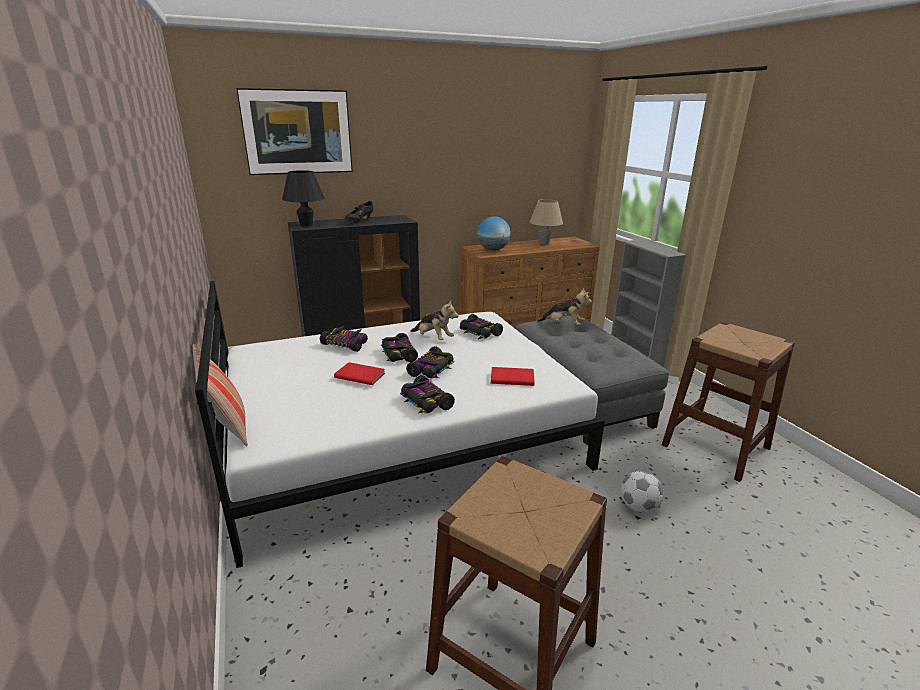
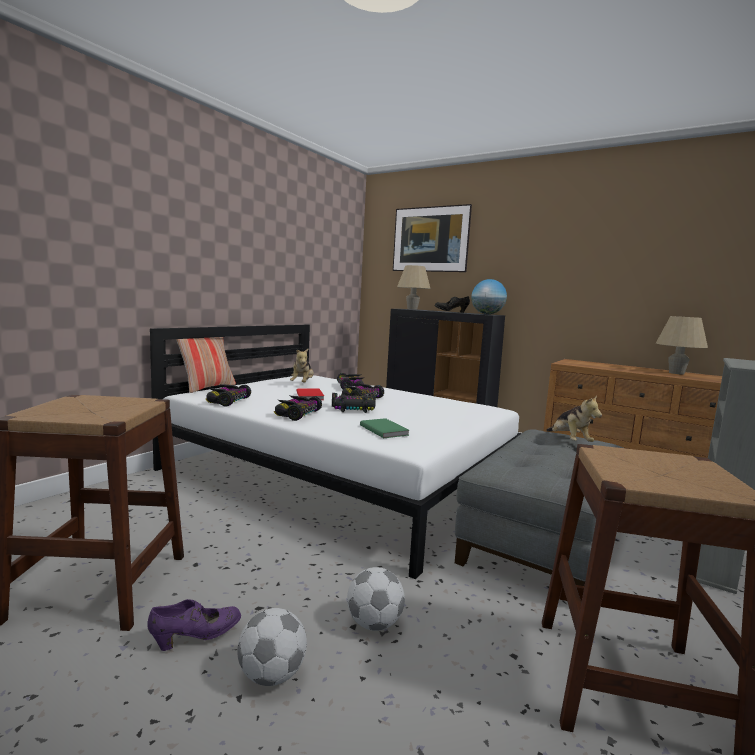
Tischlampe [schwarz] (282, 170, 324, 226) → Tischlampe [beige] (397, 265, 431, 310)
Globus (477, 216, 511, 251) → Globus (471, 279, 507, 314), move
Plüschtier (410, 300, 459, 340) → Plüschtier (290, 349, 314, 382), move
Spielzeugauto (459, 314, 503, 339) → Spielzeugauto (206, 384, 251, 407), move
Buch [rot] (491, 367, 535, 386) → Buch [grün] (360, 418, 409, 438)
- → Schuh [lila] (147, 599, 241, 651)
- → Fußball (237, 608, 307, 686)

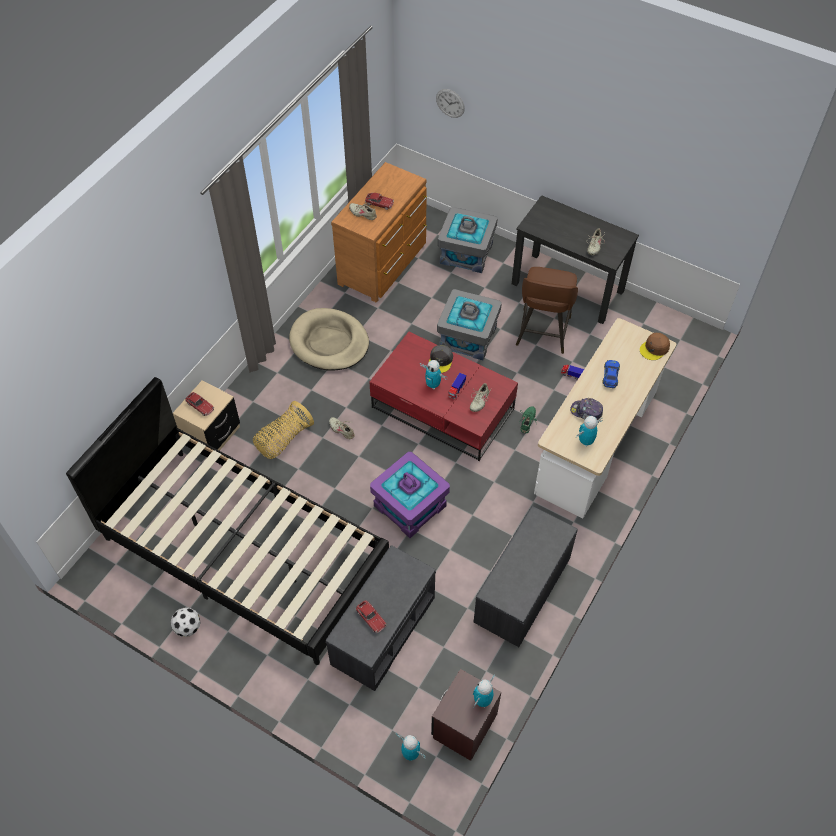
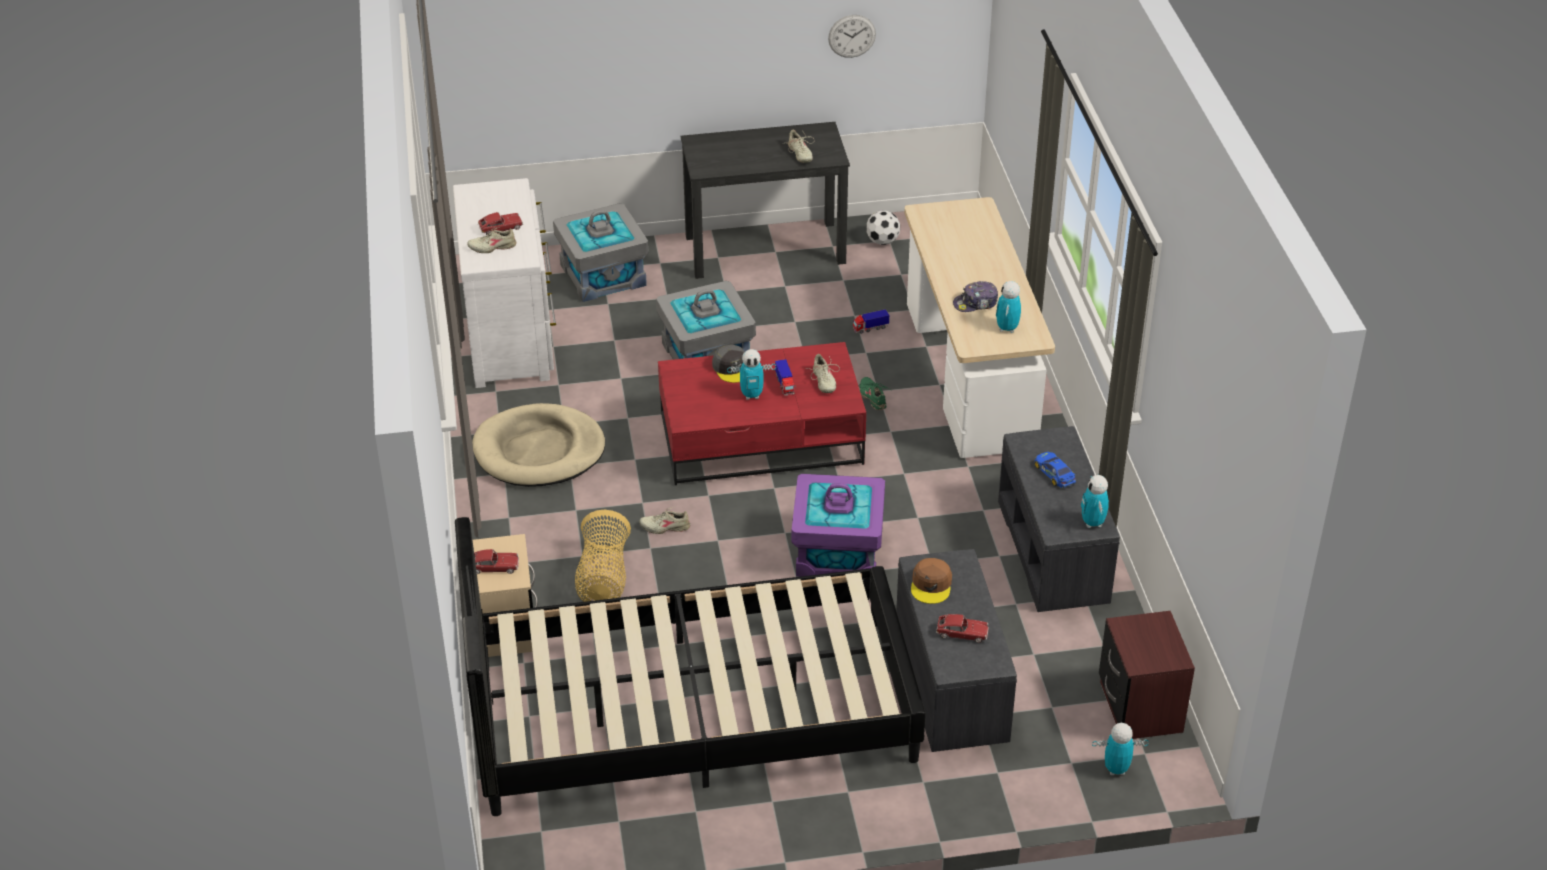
Wanduhr (436, 89, 465, 118) → Wanduhr (828, 15, 876, 58), move
Kommode [braun] (331, 162, 427, 303) → Kommode [weiß] (453, 178, 556, 388)
Hocker [braun] (516, 267, 578, 354) → -
Kappe [braun] (640, 333, 670, 360) → Kappe [braun] (911, 558, 952, 604), move
Spielzeugauto (603, 360, 620, 388) → Spielzeugauto (1034, 452, 1076, 488), move
Fußball (171, 607, 200, 637) → Fußball (866, 210, 900, 245), move
Spielzeugroboter (473, 674, 495, 708) → Spielzeugroboter (1081, 475, 1109, 528), move

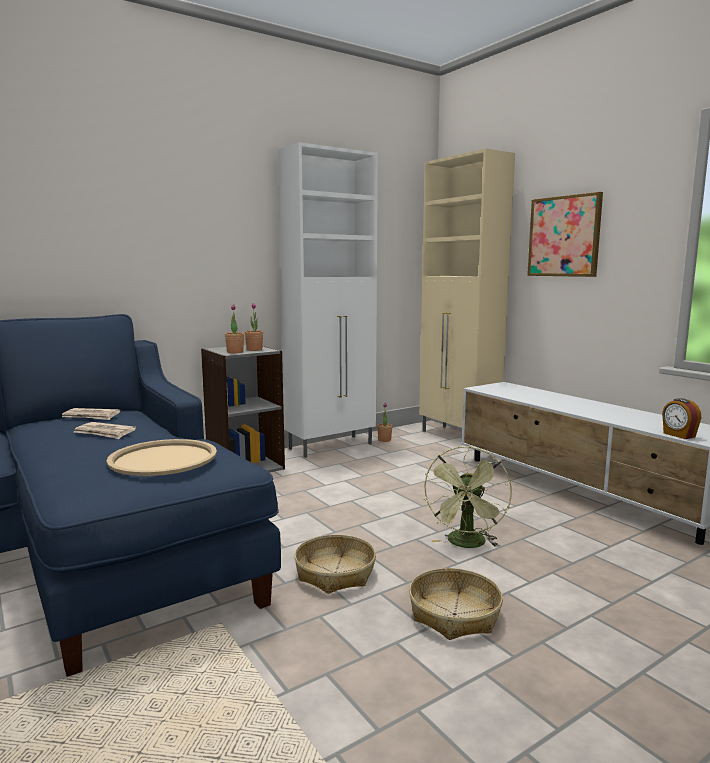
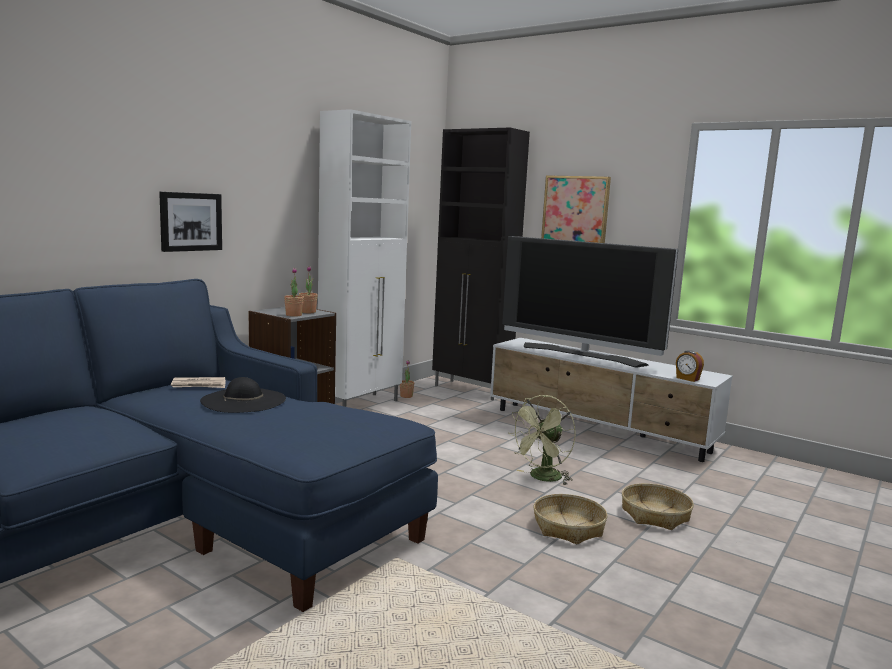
Schrank [beige] (419, 148, 515, 432) → Schrank [schwarz] (432, 128, 530, 400)
Zeitung (74, 422, 136, 439) → Hut [schwarz] (200, 377, 286, 413)
Tablett [beige] (106, 439, 217, 476) → -
Ventilator [grün] (424, 446, 512, 548) → Ventilator [grün] (508, 395, 576, 485), 45 degrees clockwise
Korb (294, 535, 376, 594) → Korb (622, 483, 694, 530), move
- → Bild (159, 192, 222, 252)
- → Fernseher (502, 236, 678, 367)

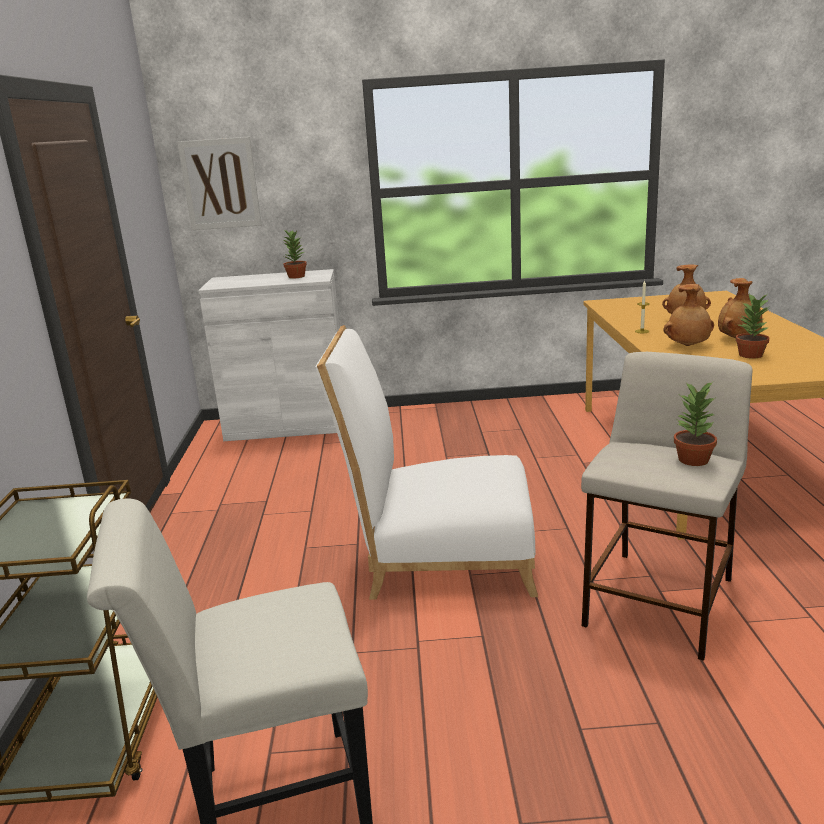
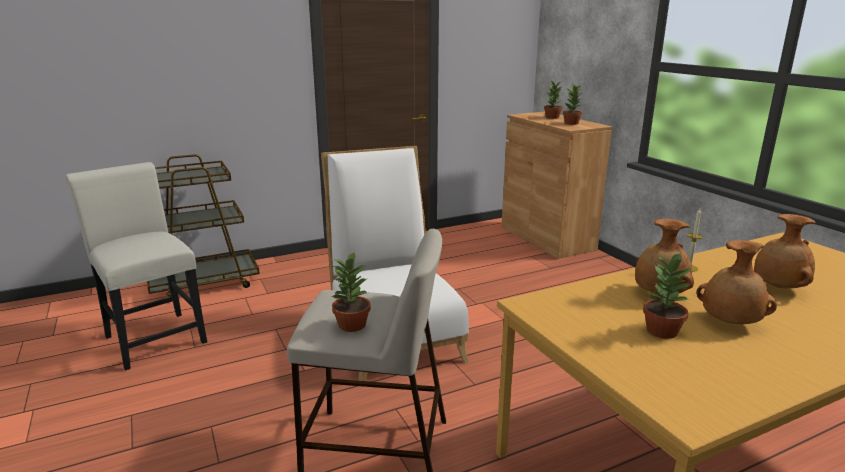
Bild (177, 137, 261, 230) → -
Schrank [weiß] (198, 269, 340, 441) → Schrank [braun] (501, 112, 612, 259)
- → Topfpflanze (544, 81, 562, 119)

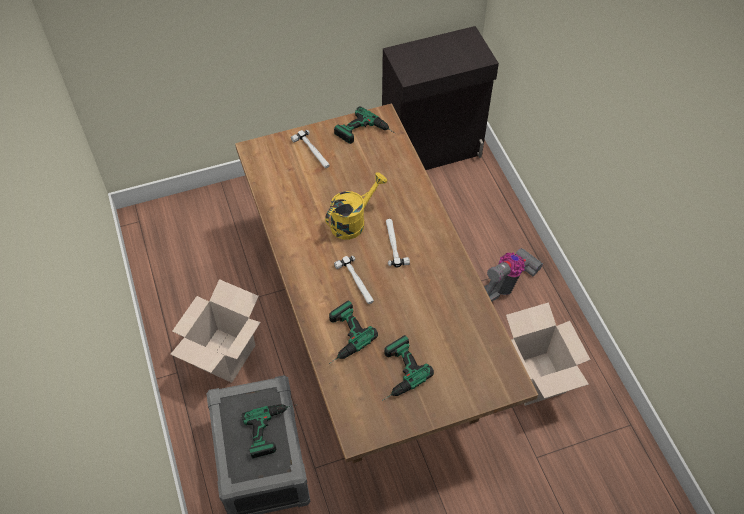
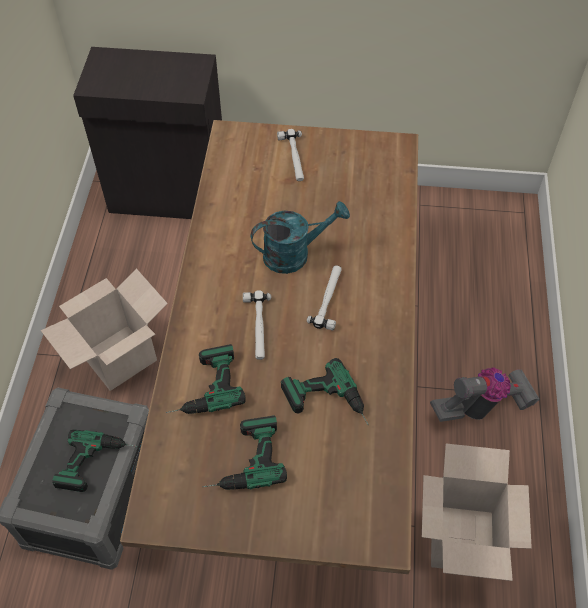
Schrank [schwarz] (382, 26, 499, 170) → Schrank [schwarz] (73, 47, 222, 219), move
Bohrmaschine (334, 106, 396, 144) → Bohrmaschine (281, 358, 368, 424), move
Gießkanne [gelb] (325, 172, 387, 240) → Gießkanne [türkis] (251, 201, 350, 274)

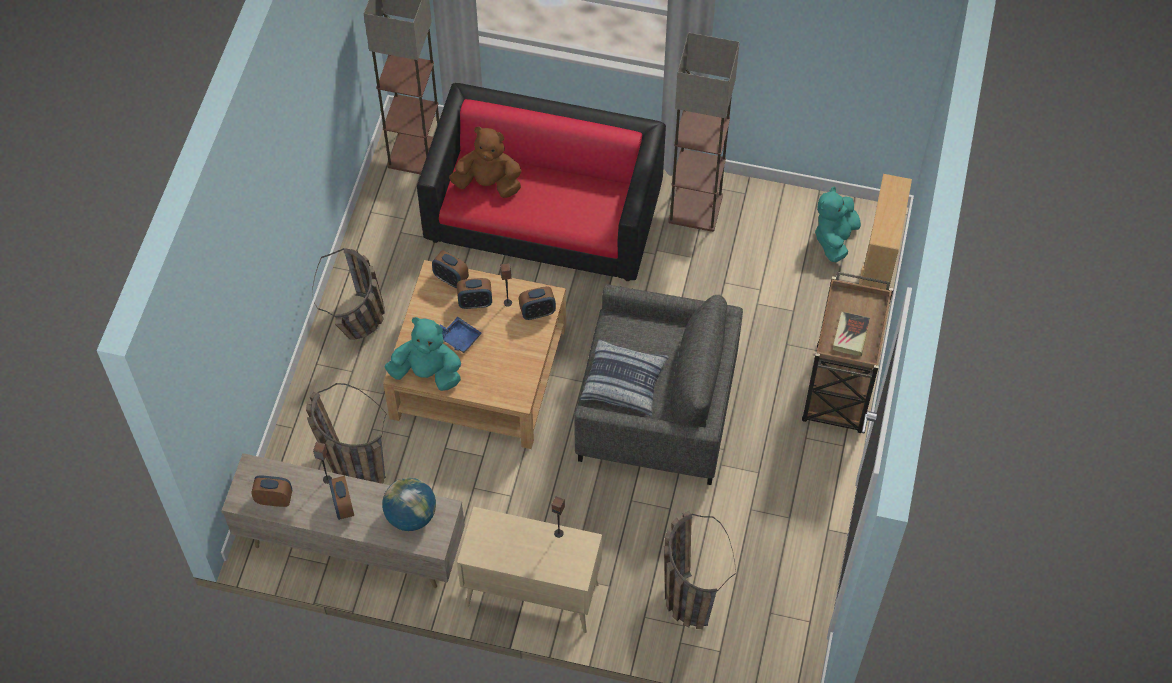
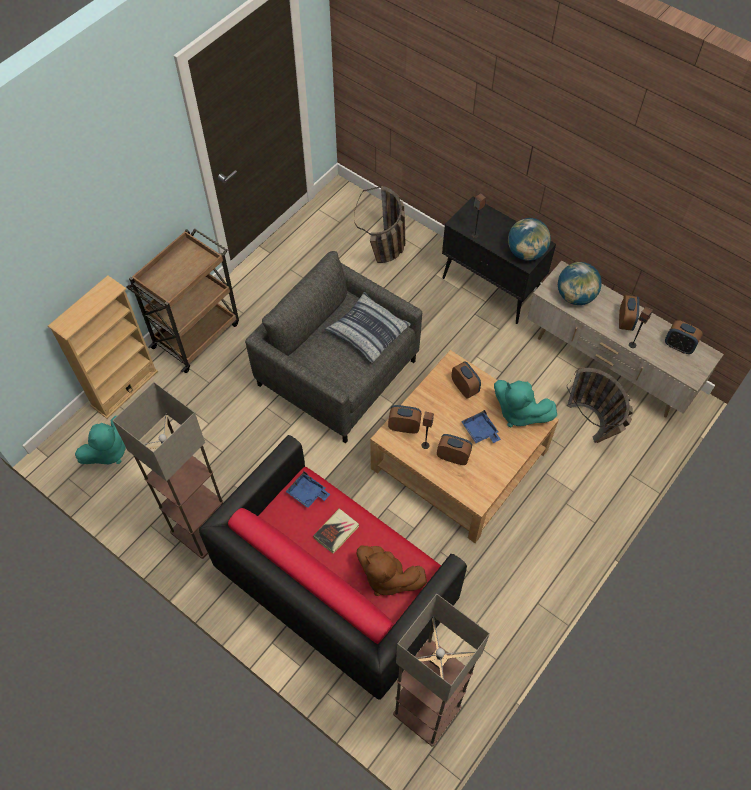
Korb (312, 248, 385, 340) → -
Wecker (432, 251, 469, 288) → Wecker (452, 361, 481, 399), move
Buch (833, 312, 870, 356) → Buch (313, 508, 359, 554), move
Schrank [beige] (457, 507, 602, 633) → Schrank [schwarz] (442, 196, 556, 324)
- → Globus (508, 218, 551, 261)
- → Tablett [blau] (285, 471, 330, 508)

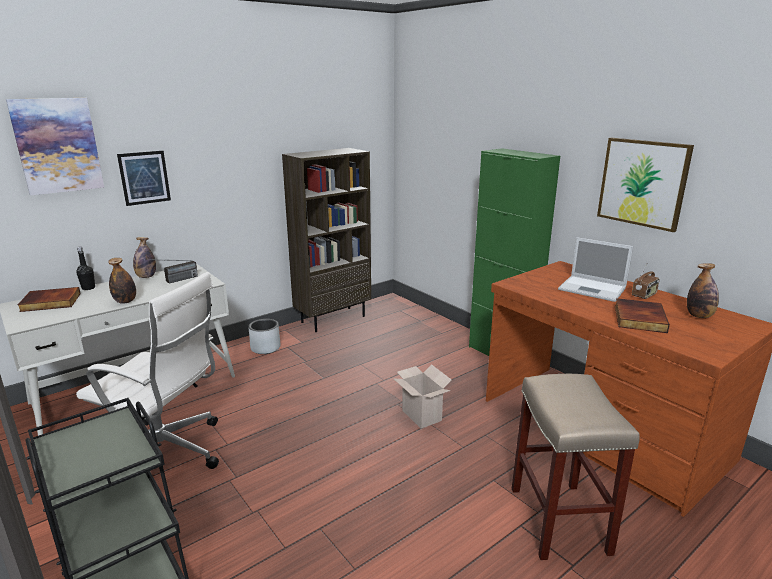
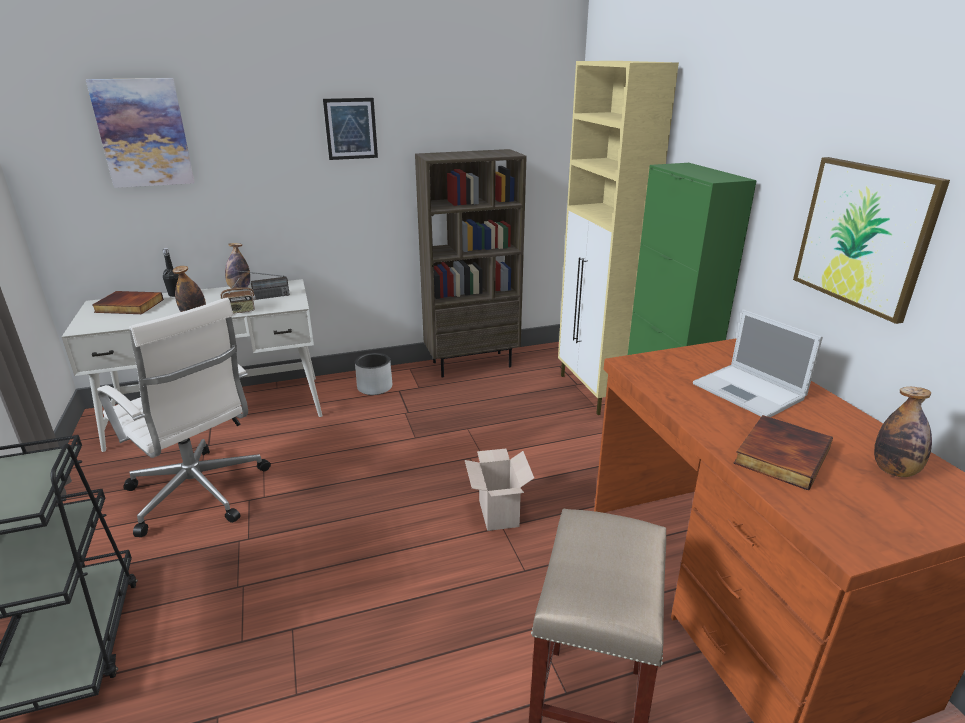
Bild (117, 151, 171, 206) → Bild (323, 98, 378, 160), move
Radio (632, 262, 660, 299) → Radio (220, 277, 256, 314), move
- → Schrank [beige] (558, 61, 679, 415)

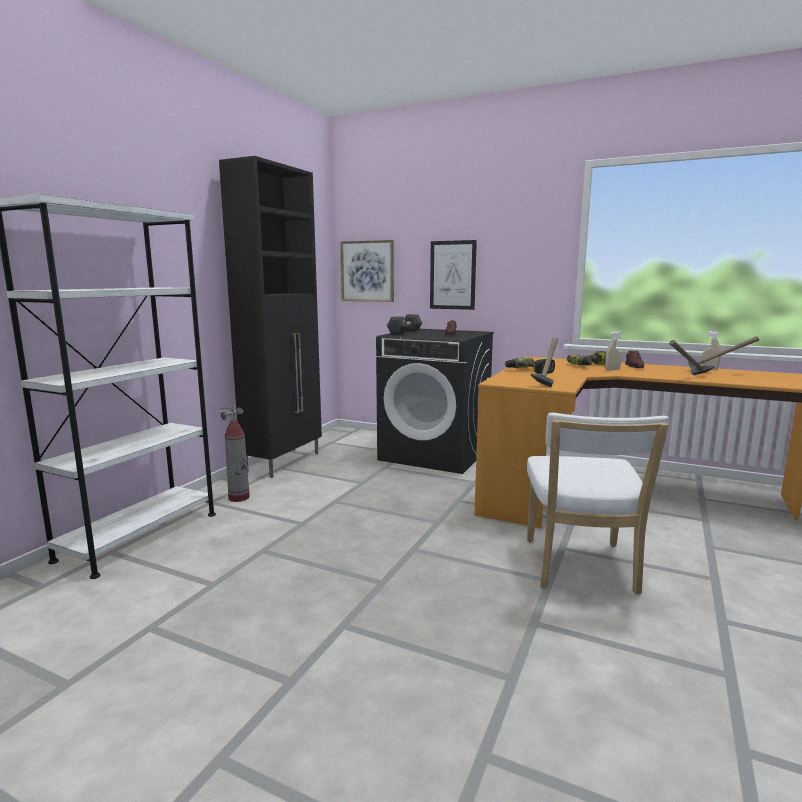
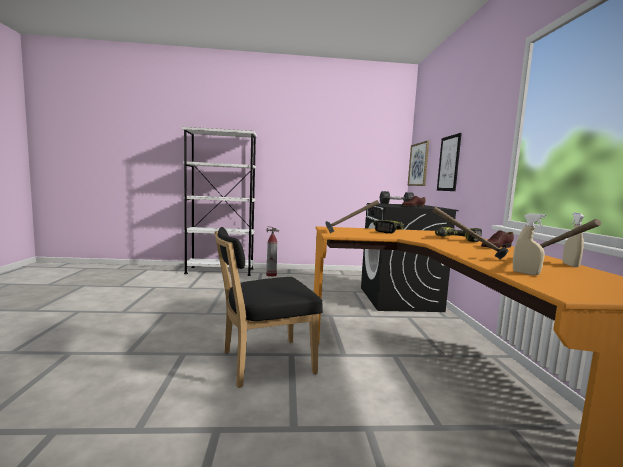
Schrank [schwarz] (219, 156, 322, 478) → -
Sprühflasche [beige] (605, 331, 622, 370) → Sprühflasche [beige] (513, 213, 546, 275), move
Stuhl [weiß] (527, 413, 669, 595) → Stuhl [schwarz] (215, 227, 323, 388)

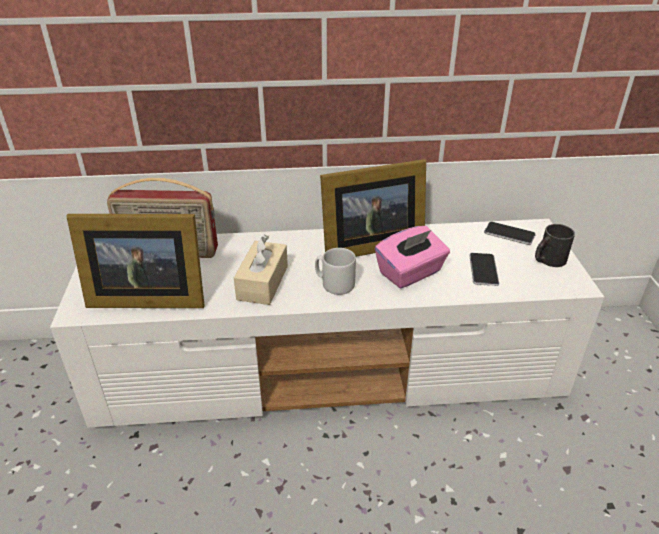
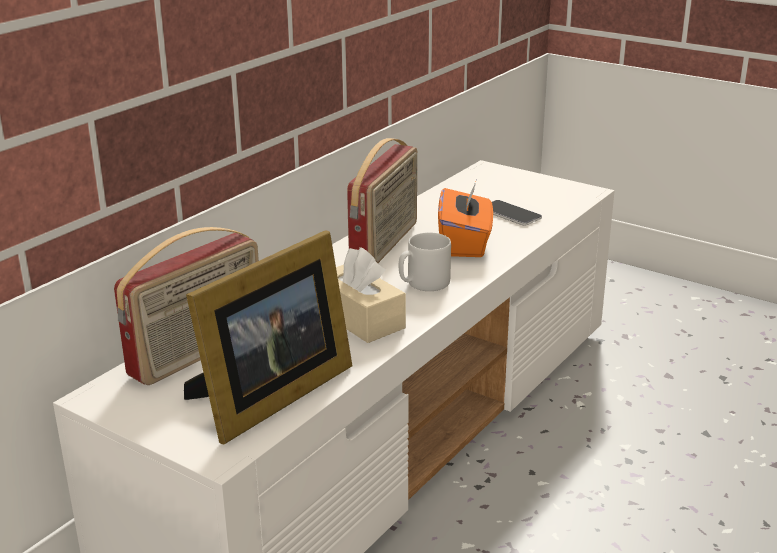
Bilderrahmen (320, 159, 426, 257) → Radio (347, 138, 417, 263)
Handy (484, 222, 536, 245) → -
Henkelbecher [schwarz] (535, 224, 575, 267) → -
Taschentuchbox [rosa] (375, 226, 450, 288) → Taschentuchbox [orange] (438, 184, 493, 257)

